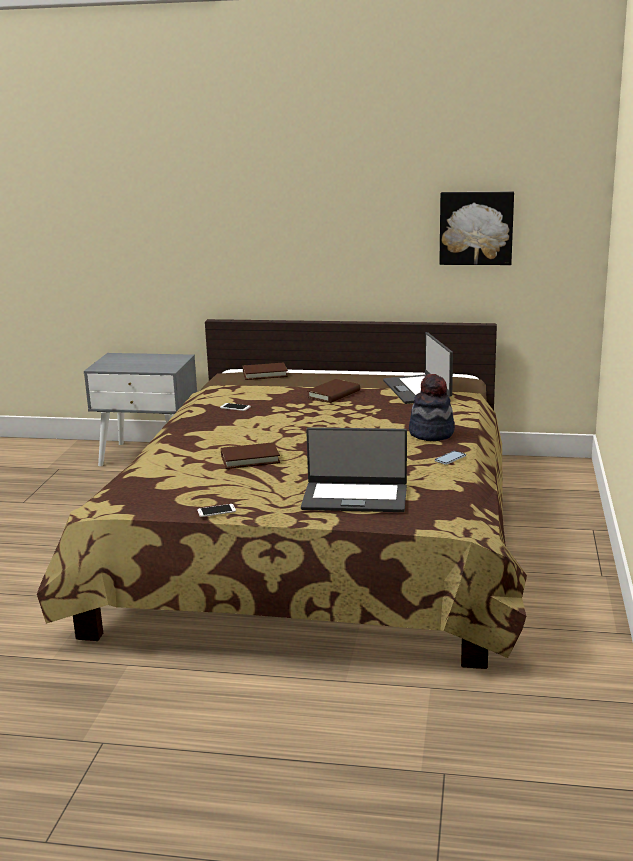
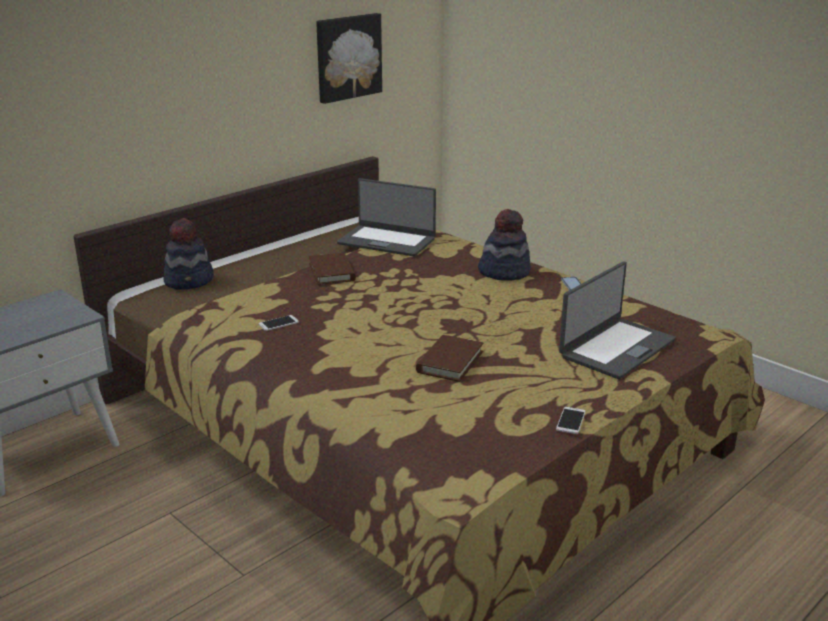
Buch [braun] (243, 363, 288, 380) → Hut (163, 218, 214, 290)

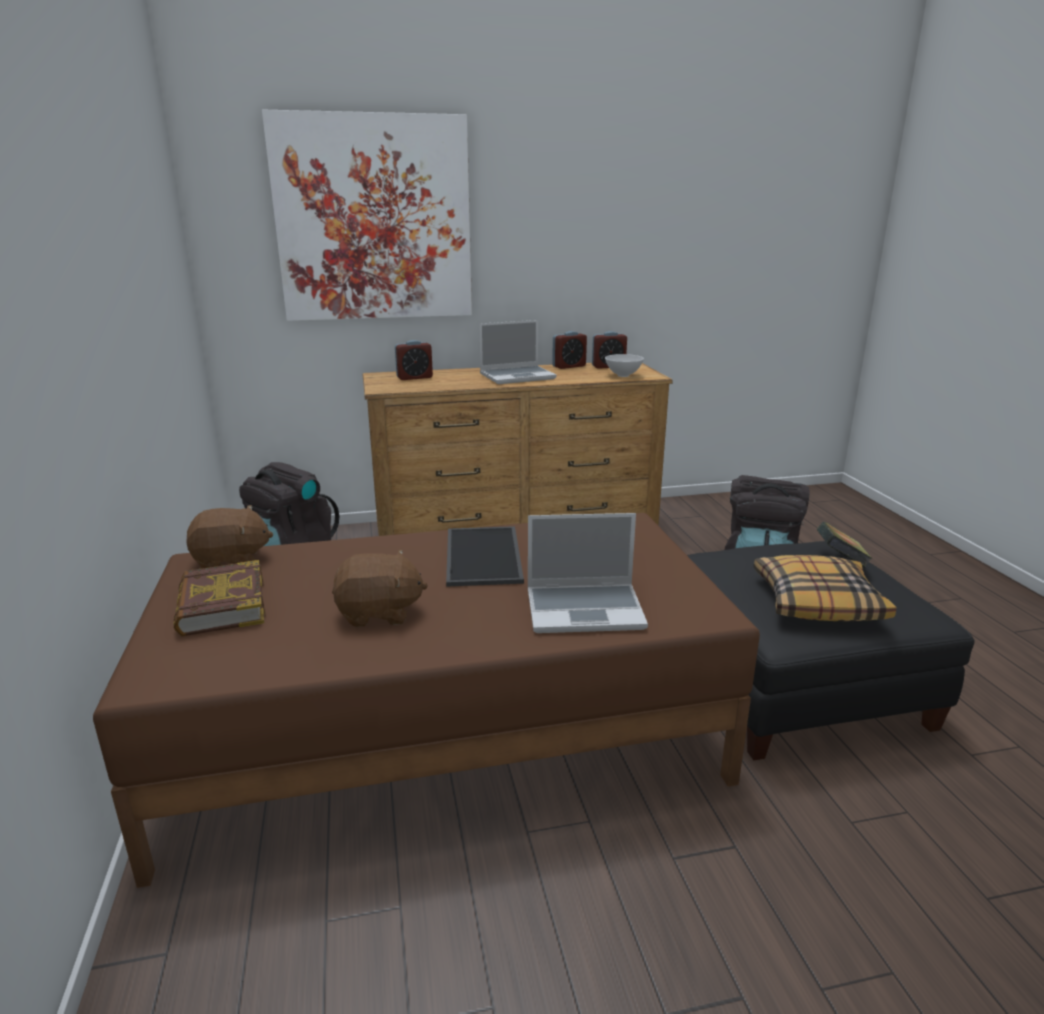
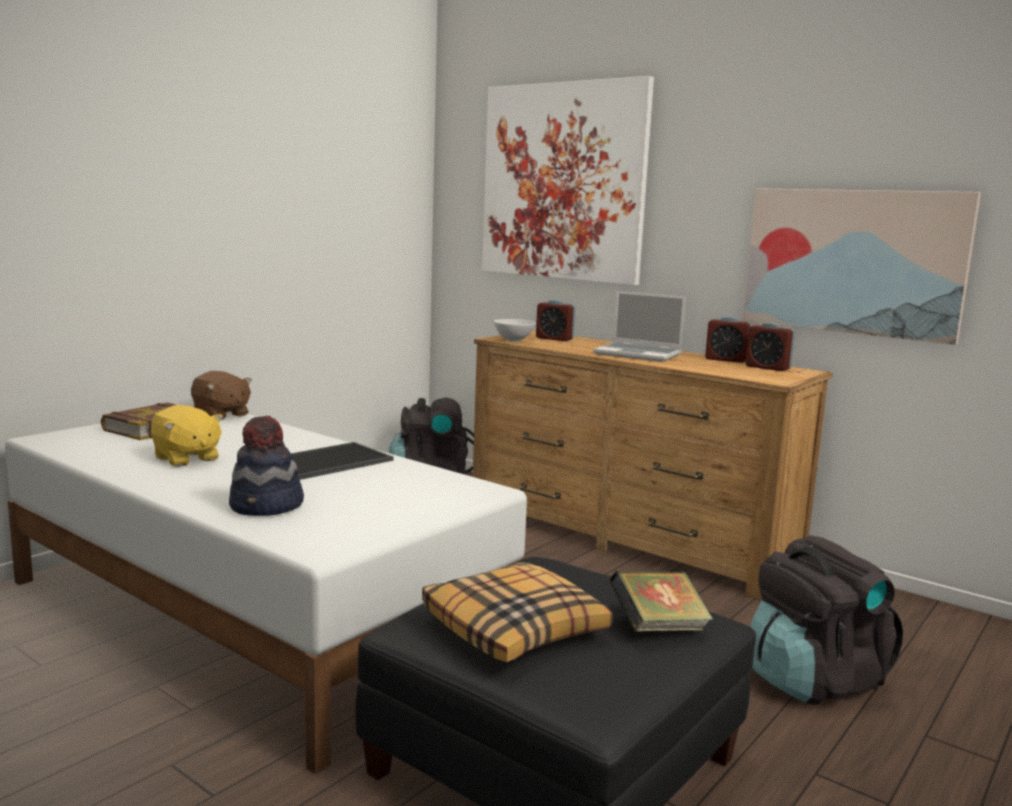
Schüssel [weiß] (605, 354, 644, 377) → Schüssel [weiß] (494, 319, 535, 342), move
Bett [braun] (93, 513, 760, 888) → Bett [weiß] (5, 412, 527, 774)
Laptop (528, 513, 648, 633) → Hut (229, 416, 304, 516)
Plüschtier [braun] (332, 549, 428, 627) → Plüschtier [gelb] (150, 405, 223, 467)
- → Bild (742, 188, 981, 345)

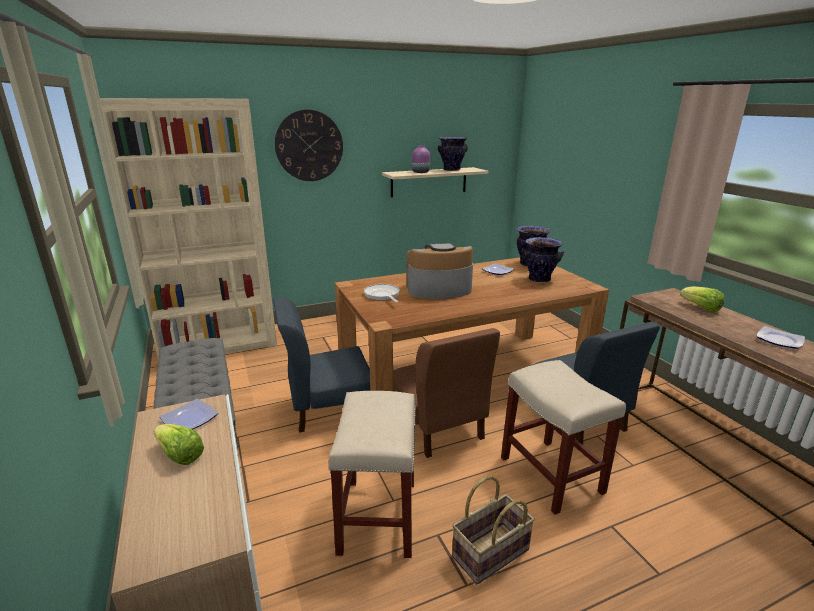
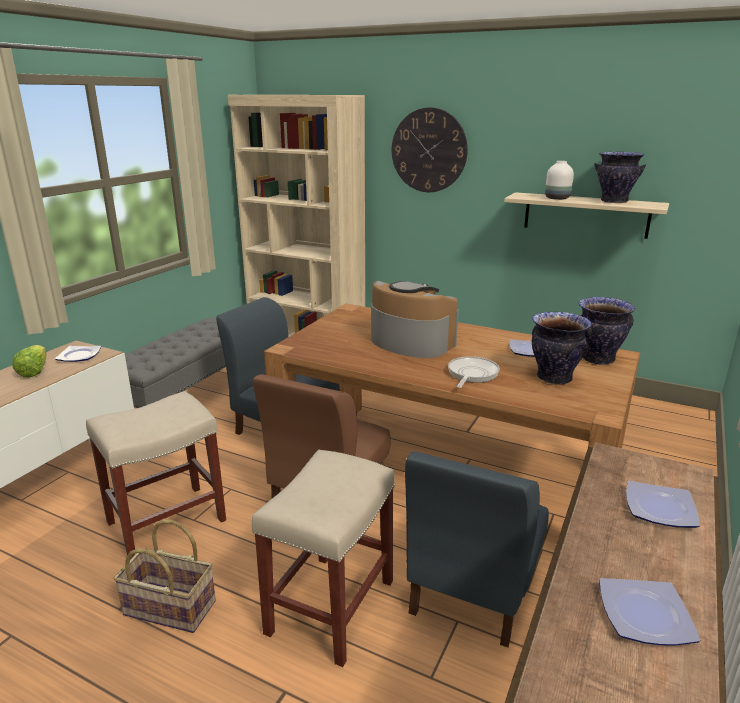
Vase [lila] (412, 146, 430, 173) → Vase [weiß] (545, 161, 574, 200)
Pfanne (364, 284, 400, 303) → Pfanne (448, 356, 500, 388), move
Salatkopf (680, 286, 725, 312) → Teller (626, 481, 700, 528)

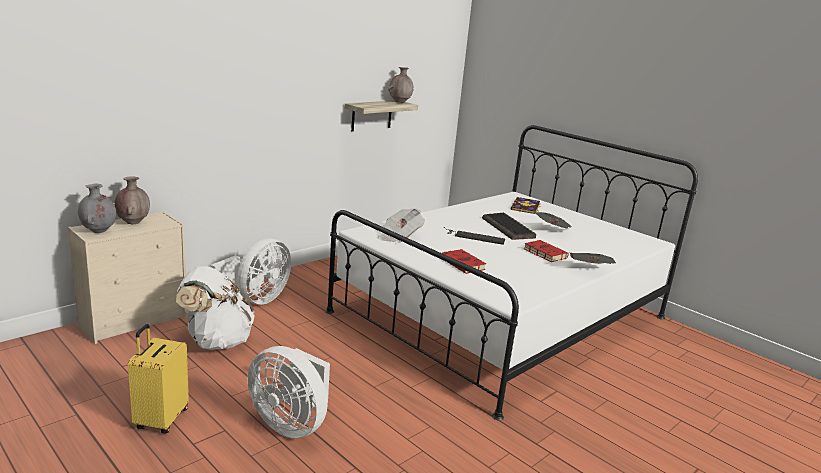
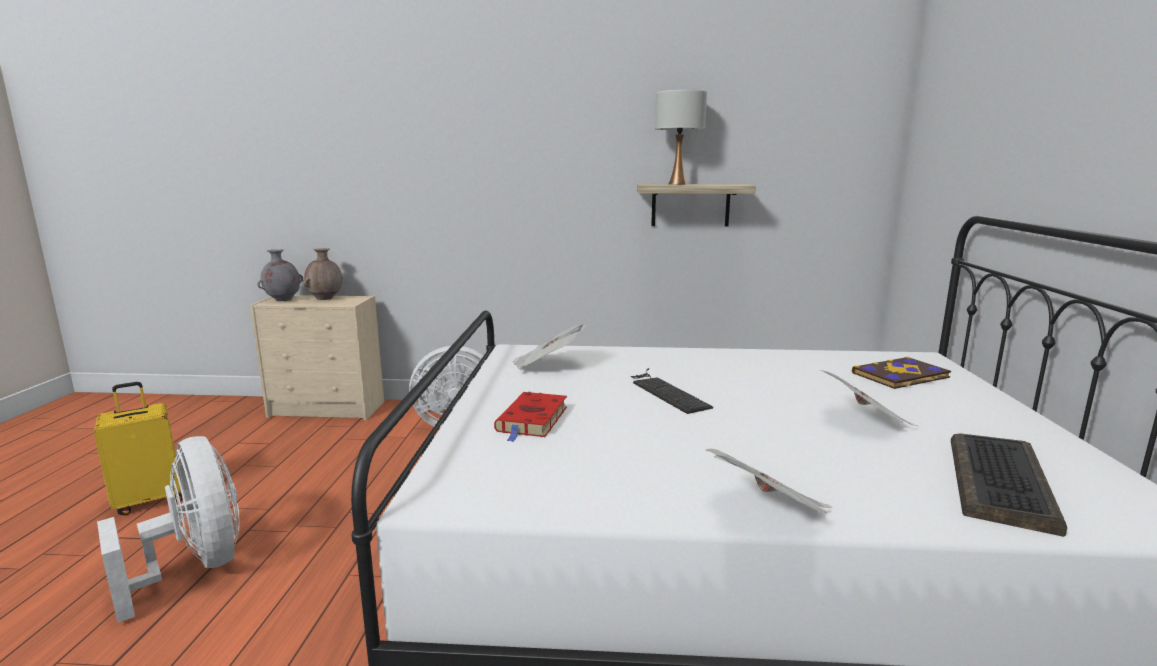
Vase [braun] (388, 67, 413, 103) → -
Tastatur (482, 213, 536, 240) → Tastatur (951, 433, 1067, 537), move
Buch [rot] (524, 240, 569, 262) → -
Rucksack [weiß] (176, 266, 255, 350) → -
Ventilator [weiß] (248, 346, 330, 439) → Ventilator [weiß] (97, 436, 240, 623), 150 degrees clockwise
- → Tischlampe [weiß] (655, 90, 707, 185)

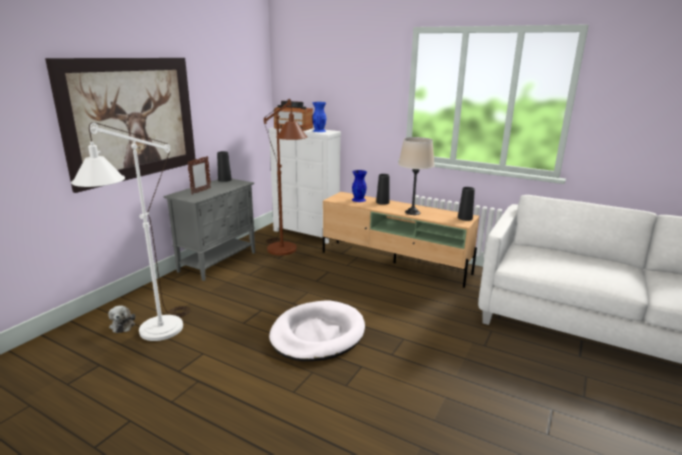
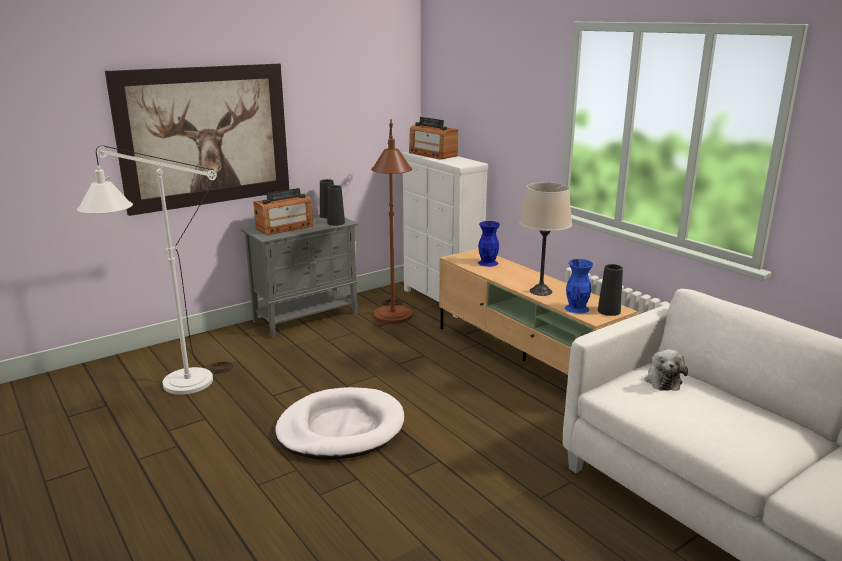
Vase [blau] (312, 102, 326, 132) → Vase [blau] (565, 259, 593, 314), move
Bilderrahmen (188, 156, 211, 194) → Radio (253, 188, 314, 235)
Vase [schwarz] (376, 174, 390, 205) → Vase [schwarz] (327, 185, 345, 226), move
Plüschtier (108, 306, 135, 333) → Plüschtier (645, 349, 688, 391), move

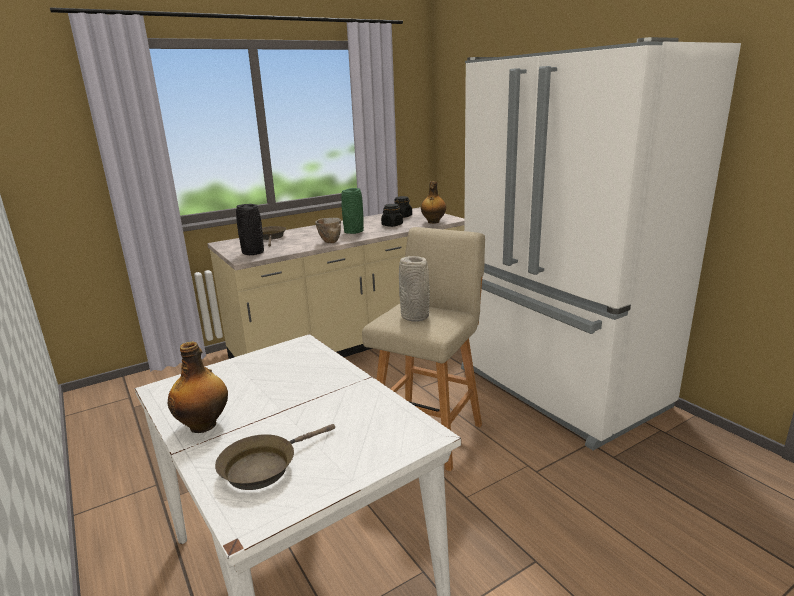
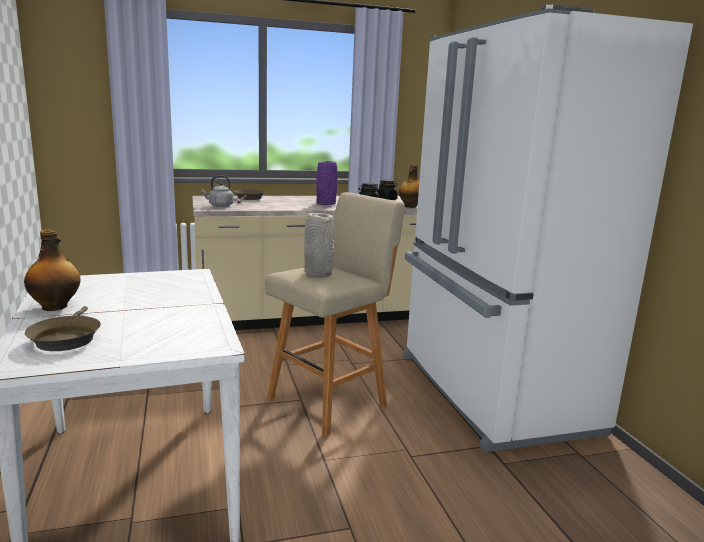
Vase [grün] (341, 188, 364, 234) → Vase [lila] (316, 161, 337, 205)
Vase [schwarz] (236, 204, 264, 255) → Wasserkessel [grau] (201, 176, 233, 207)
Schüssel (315, 218, 341, 243) → -
Pfanne [braun] (215, 424, 335, 490) → Pfanne [braun] (25, 306, 101, 351), 75 degrees counterclockwise

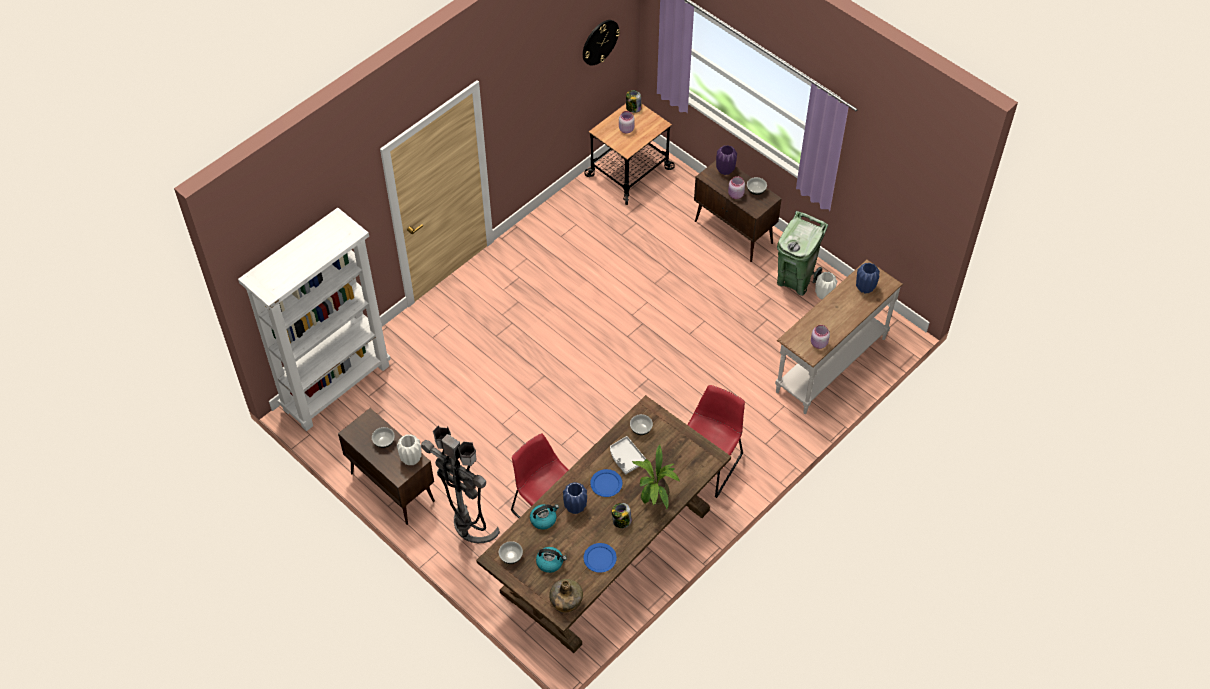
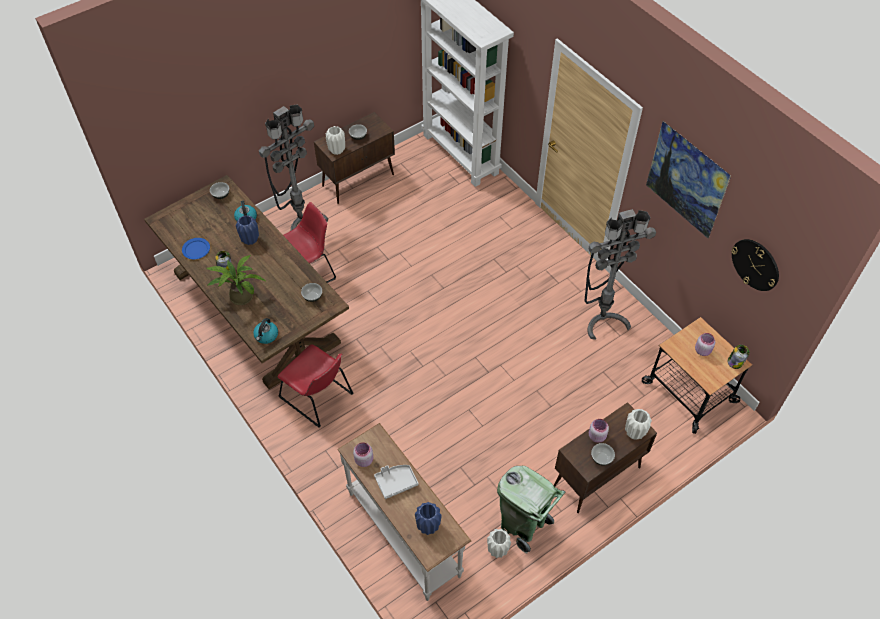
Vase [lila] (716, 145, 737, 175) → Vase [weiß] (625, 409, 652, 440)
Tablett [grau] (610, 436, 646, 474) → Tablett [grau] (374, 465, 418, 499), move
Teller [blau] (590, 469, 622, 497) → -
Wasserkessel (536, 547, 567, 573) → Wasserkessel (253, 318, 278, 344), move
Flasche [grün] (549, 579, 583, 612) → -
- → Bild (646, 121, 731, 239)
- → Stehlampe [grau] (585, 209, 656, 340)

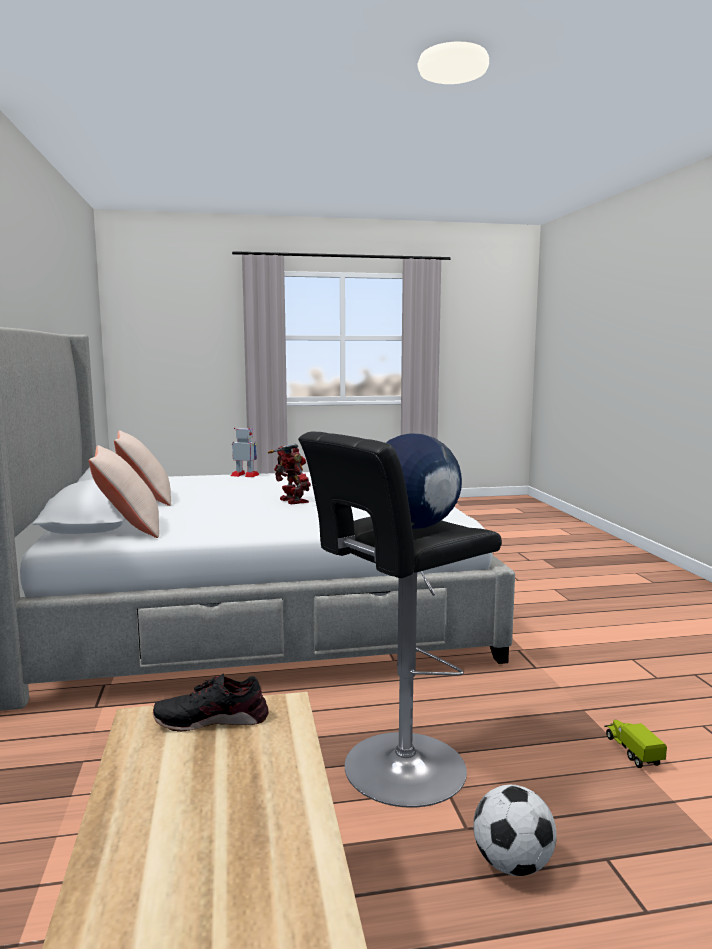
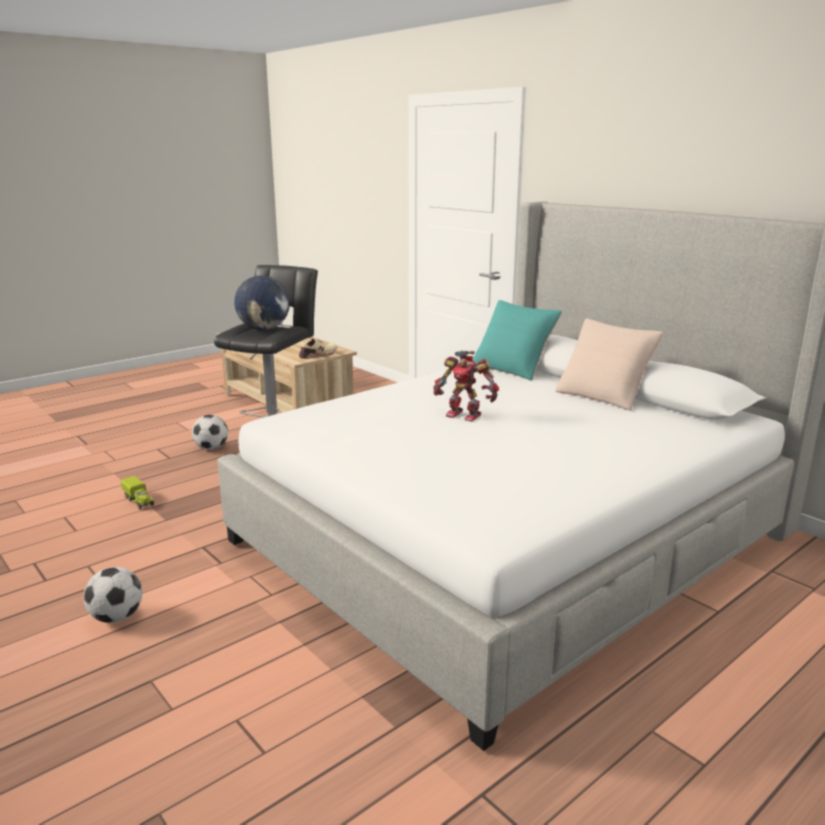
Spielzeugroboter (231, 428, 259, 477) → -
Kissen [beige] (89, 445, 159, 538) → Kissen [türkis] (473, 300, 562, 381)
Schuh [schwarz] (153, 673, 269, 732) → Schuh [beige] (299, 338, 337, 359)
- → Fußball (84, 567, 142, 623)

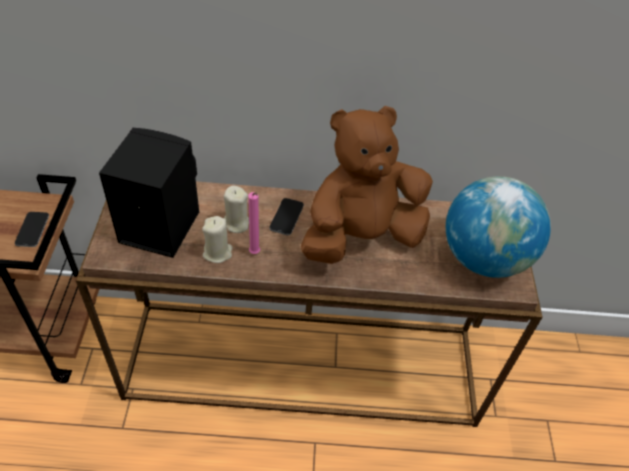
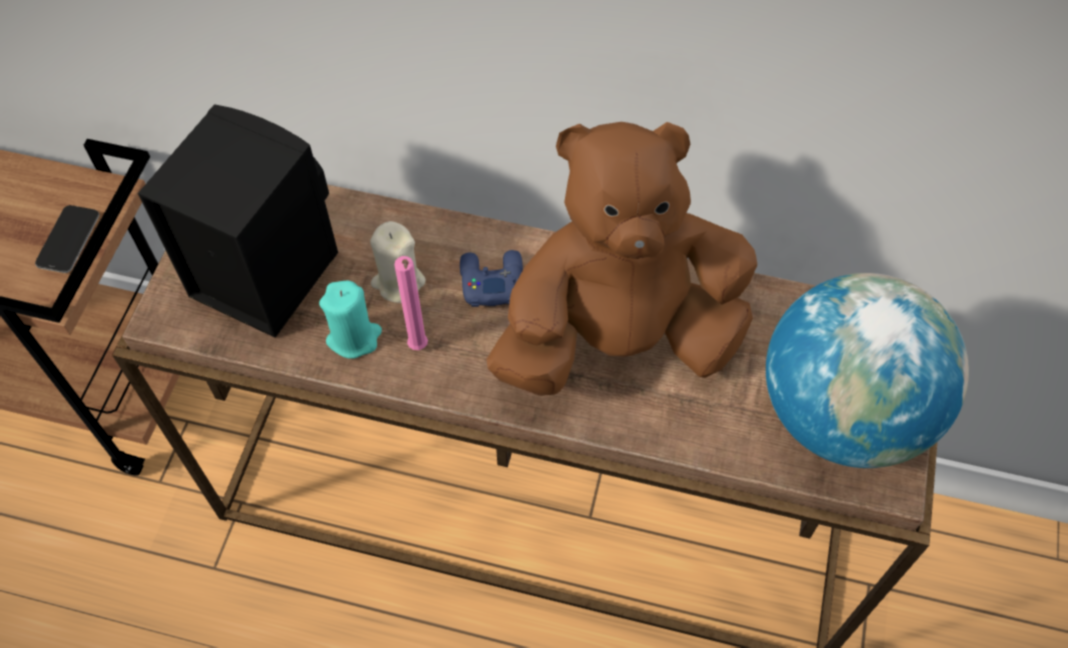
Handy (269, 198, 304, 235) → Gamepad [blau] (460, 250, 523, 307)
Kerze [beige] (202, 216, 233, 263) → Kerze [türkis] (319, 281, 382, 359)

